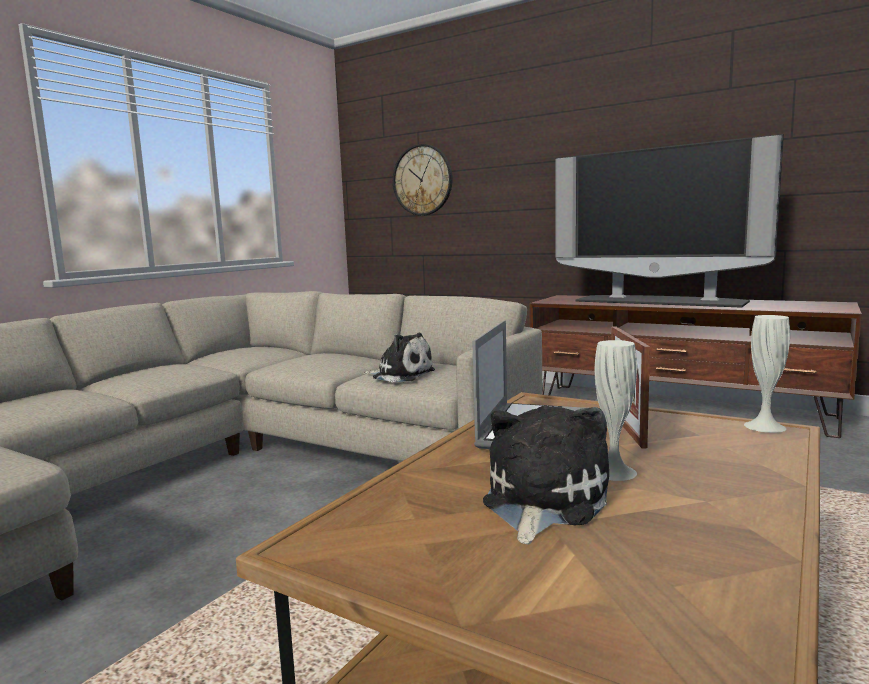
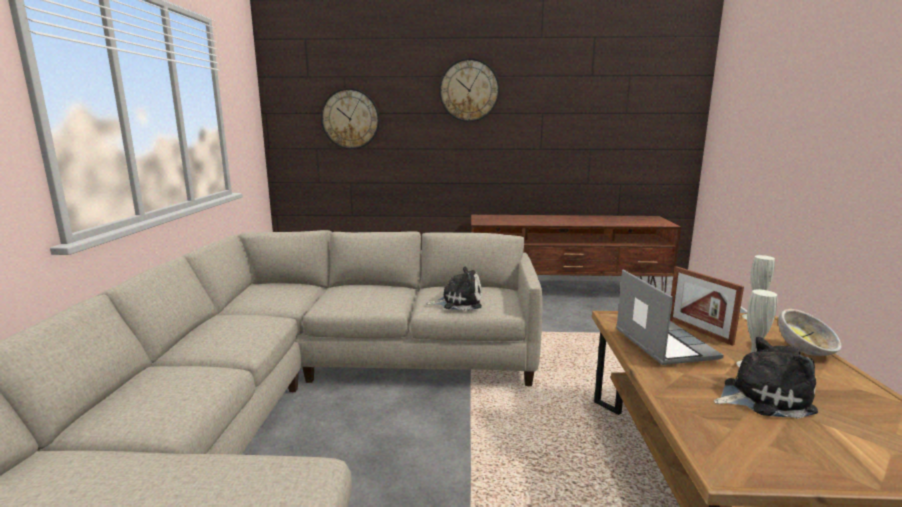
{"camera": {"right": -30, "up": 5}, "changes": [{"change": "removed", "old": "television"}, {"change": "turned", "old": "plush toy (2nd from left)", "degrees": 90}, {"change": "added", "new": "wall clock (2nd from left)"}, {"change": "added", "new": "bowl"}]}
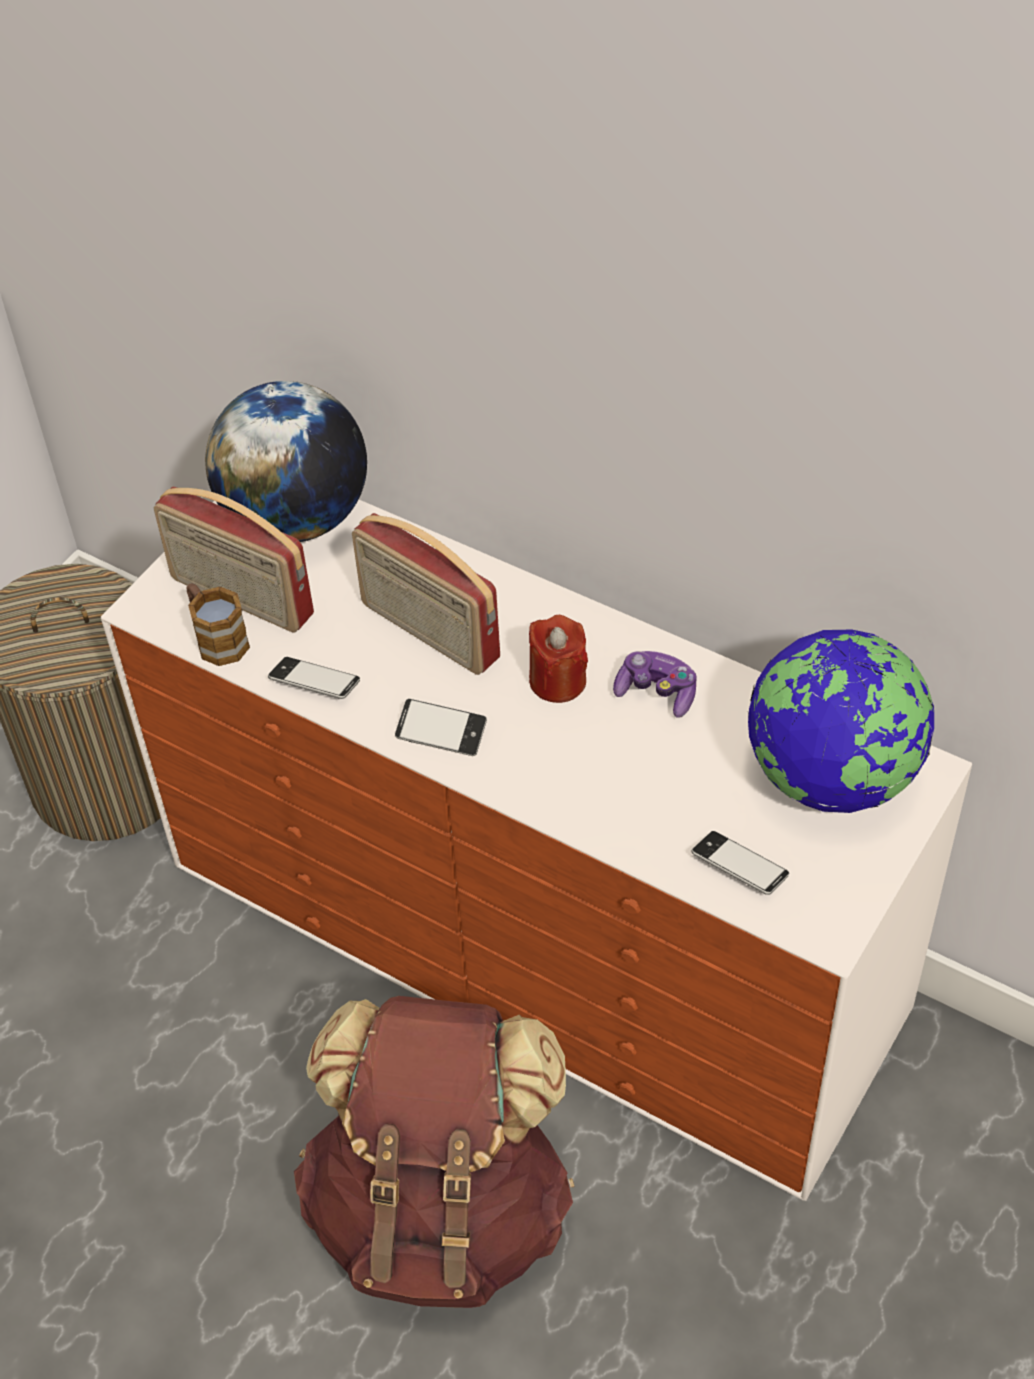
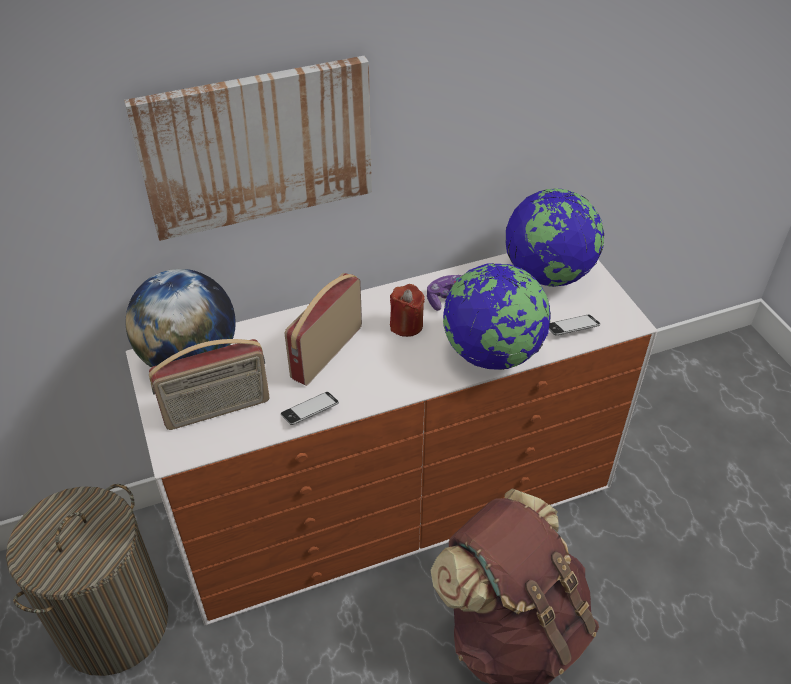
{"camera": {"right": -55, "up": -5}, "changes": [{"change": "turned", "old": "radio (2nd from left)", "degrees": 135}, {"change": "removed", "old": "mug"}, {"change": "removed", "old": "phone (2nd from left)"}, {"change": "added", "new": "picture"}, {"change": "added", "new": "globe (2nd from left)"}]}
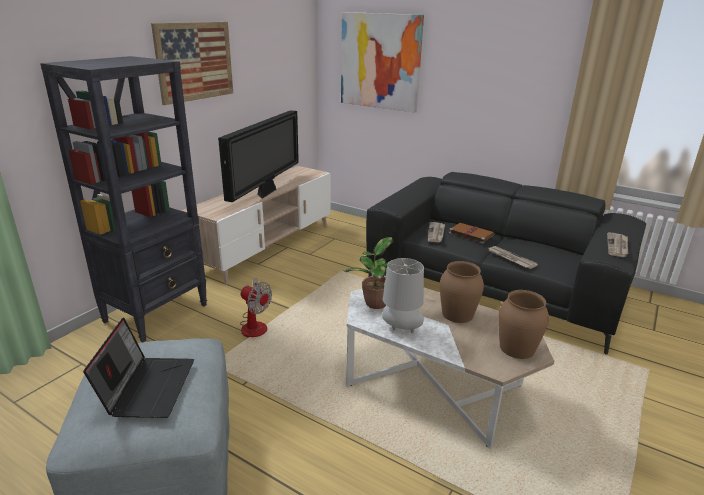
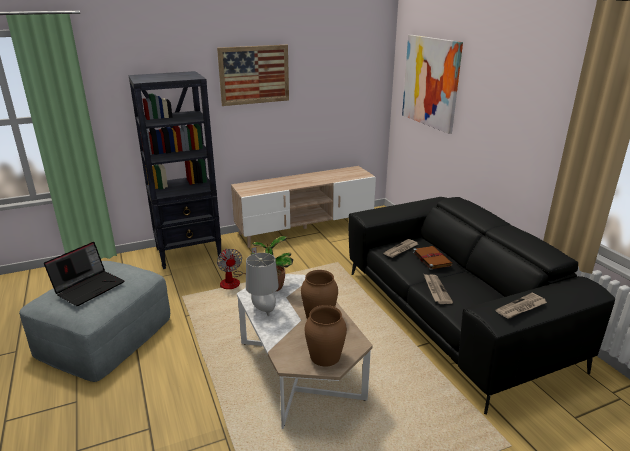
{"camera": {"right": 35, "up": 0}, "changes": [{"change": "removed", "old": "television"}]}
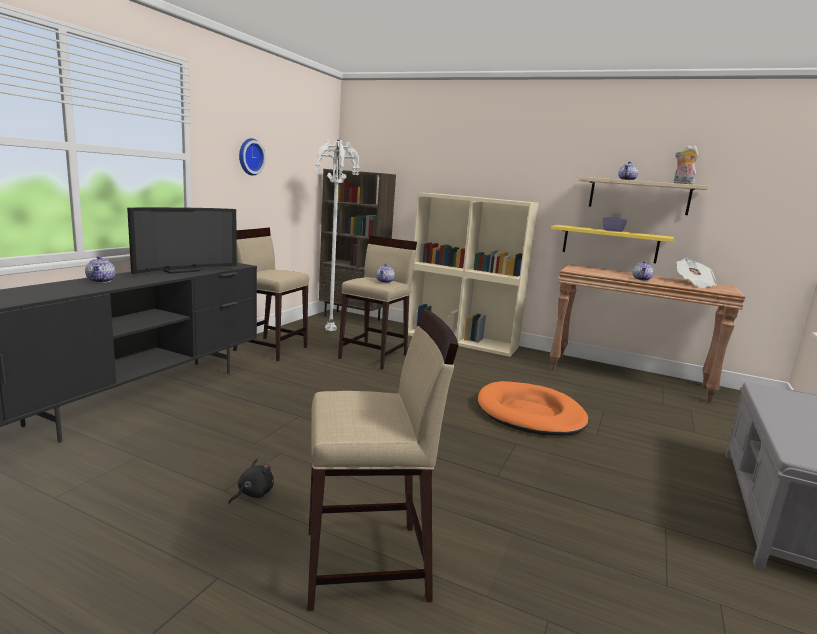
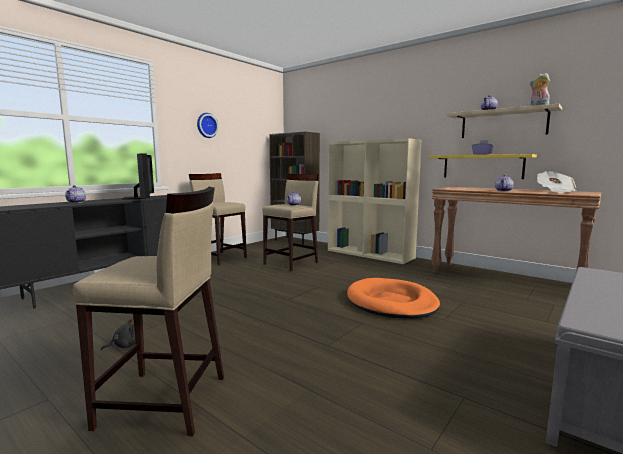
{"camera": {"right": 15, "up": -5}, "changes": [{"change": "removed", "old": "white floor lamp"}, {"change": "turned", "old": "television", "degrees": -75}]}
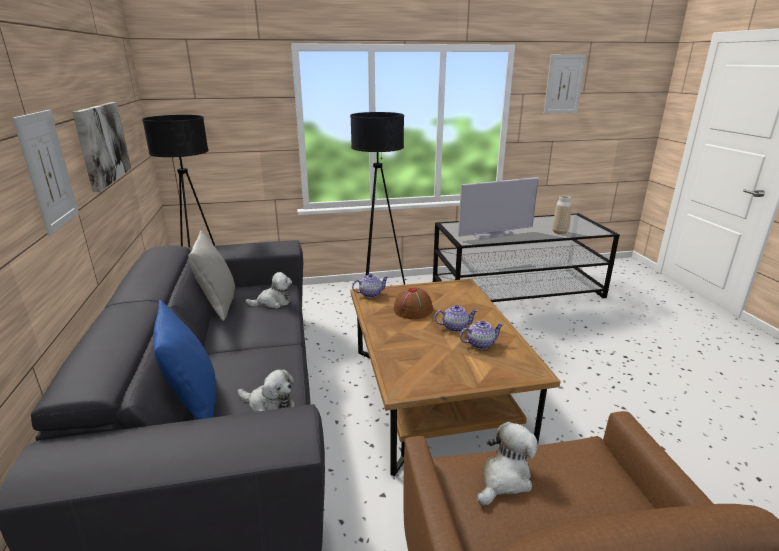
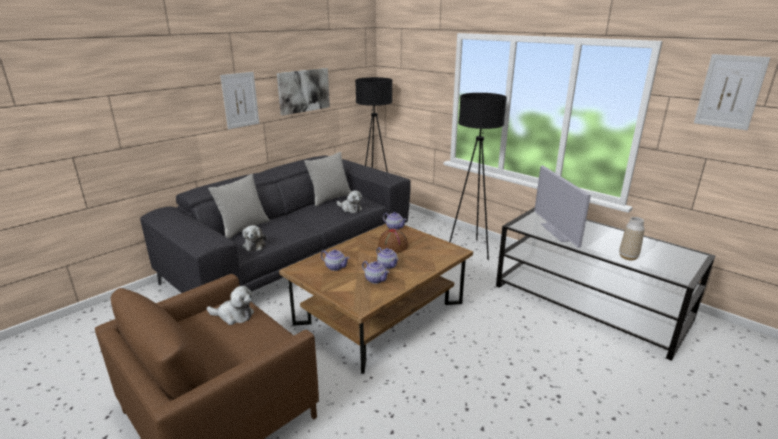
{"camera": {"right": 55, "up": 0}, "changes": [{"change": "turned", "old": "television", "degrees": 45}, {"change": "recoloured", "old": "blue pillow", "new": "grey pillow (1st from left)"}, {"change": "added", "new": "teapot (1st from left)"}]}
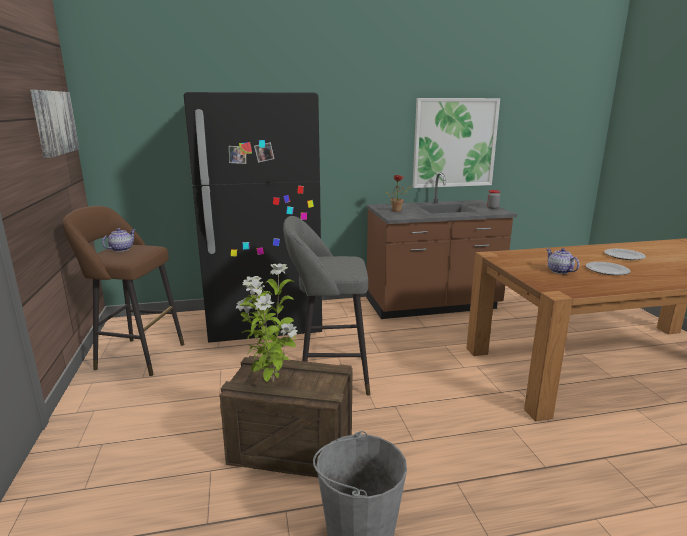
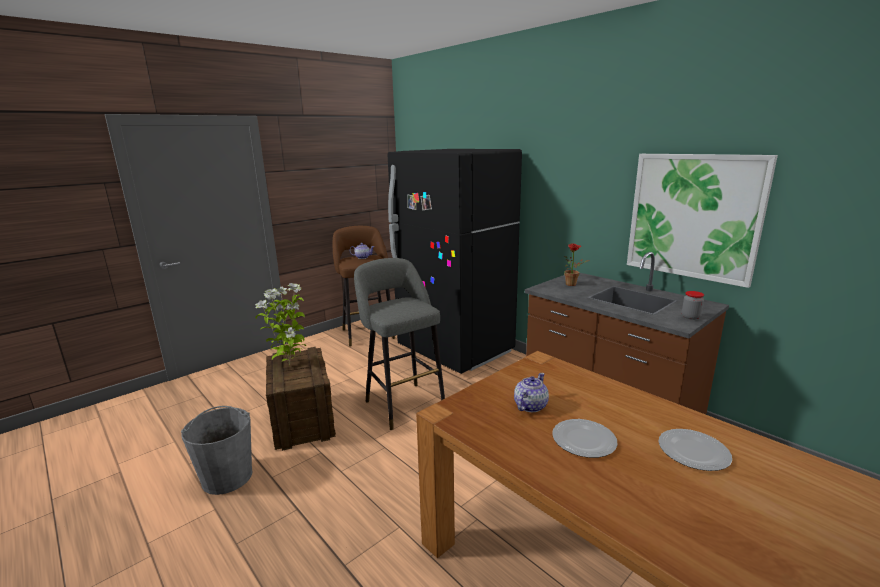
{"camera": {"right": 60, "up": 0}, "changes": [{"change": "removed", "old": "picture (1st from left)"}]}
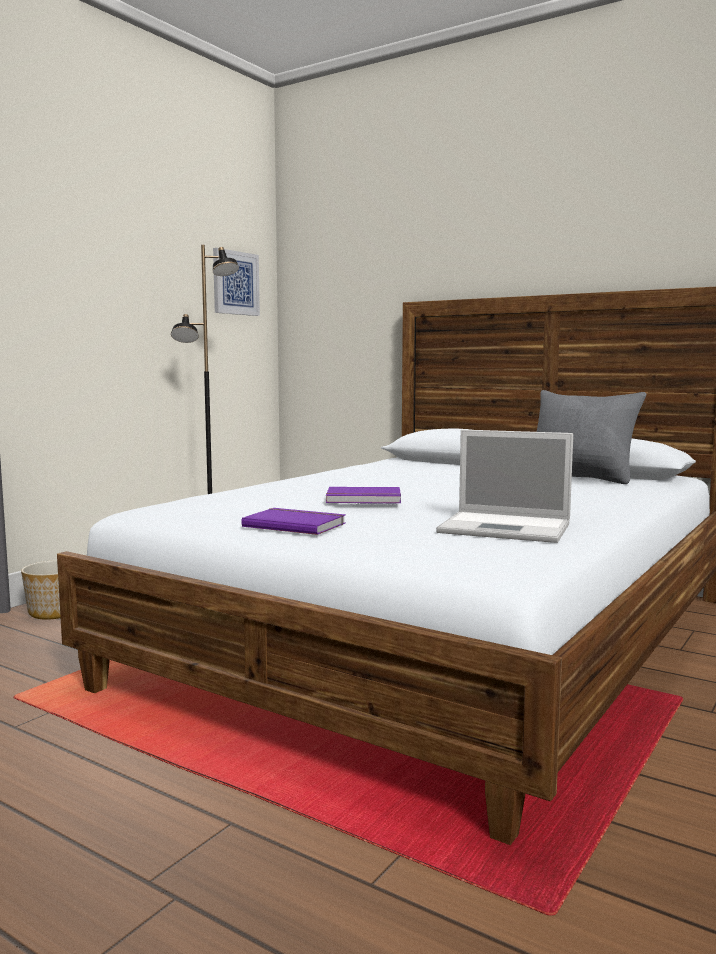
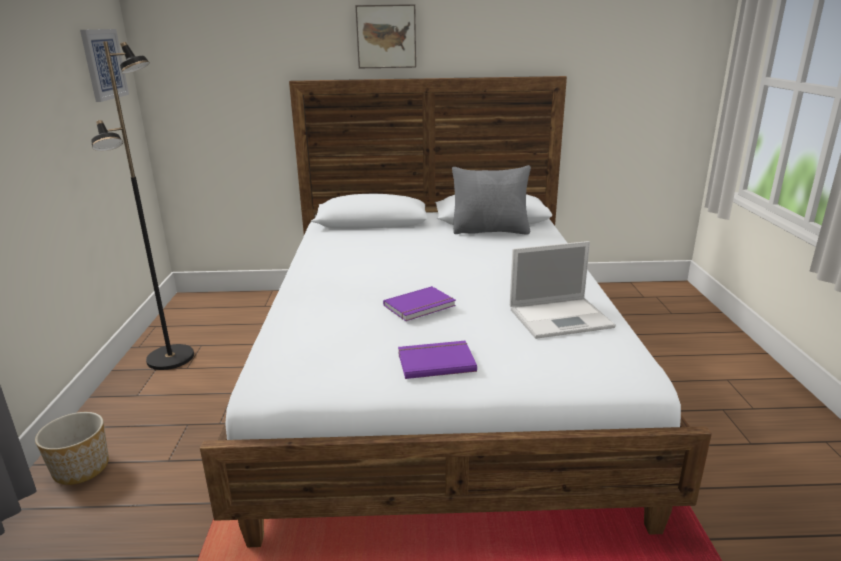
{"camera": {"right": -35, "up": 15}, "changes": [{"change": "added", "new": "picture (2nd from left)"}]}
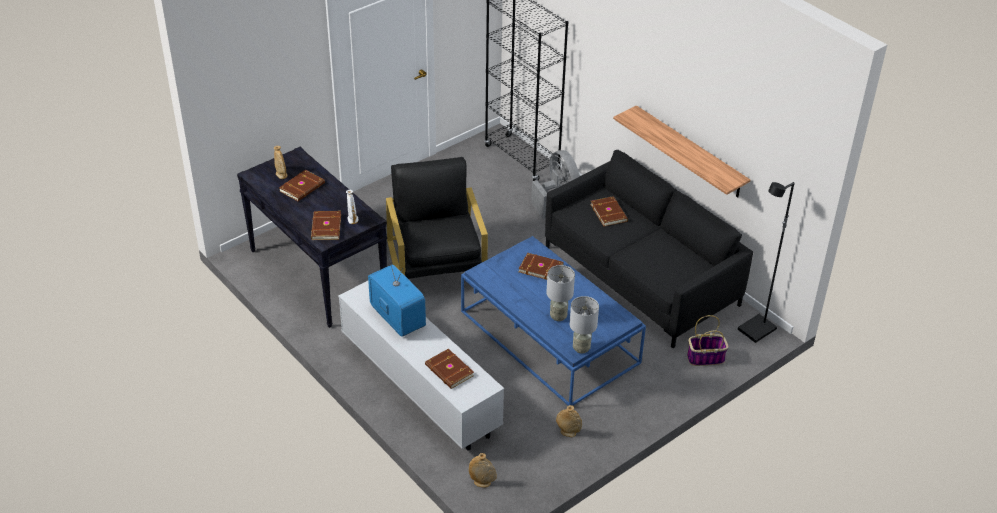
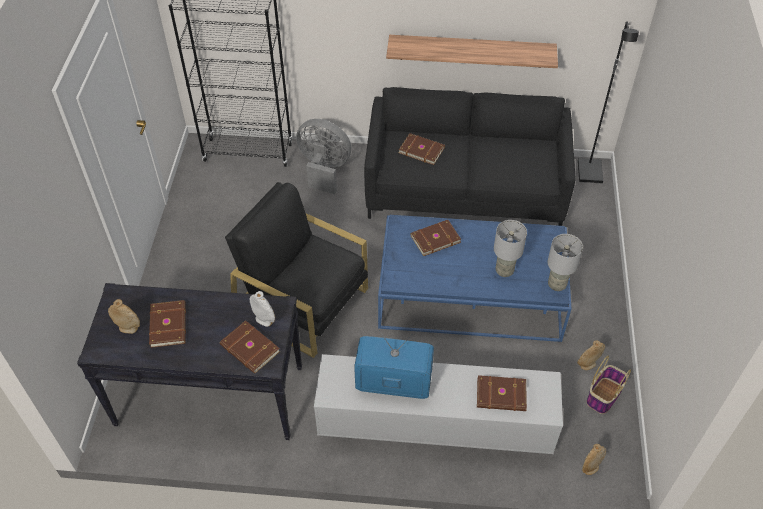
{"camera": {"right": -45, "up": 10}, "changes": [{"change": "moved", "old": "basket"}]}
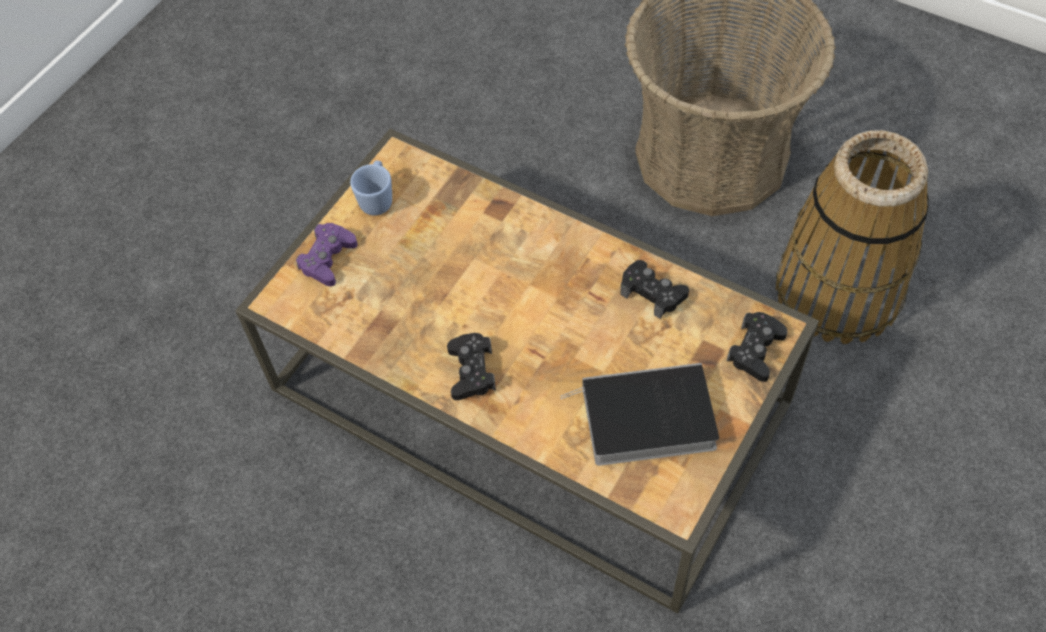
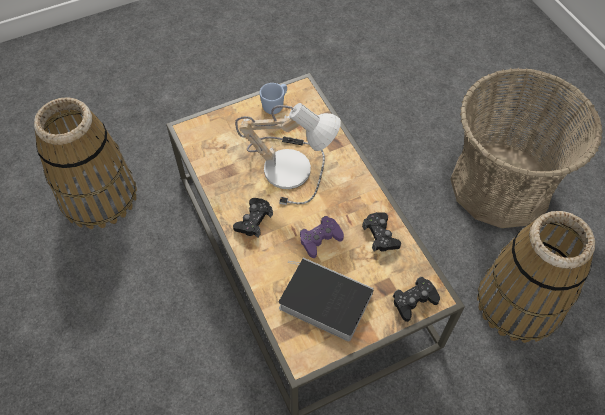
{"camera": {"right": 30, "up": 0}, "changes": [{"change": "moved", "old": "purple game controller"}, {"change": "added", "new": "basket (1st from left)"}, {"change": "added", "new": "table lamp"}]}
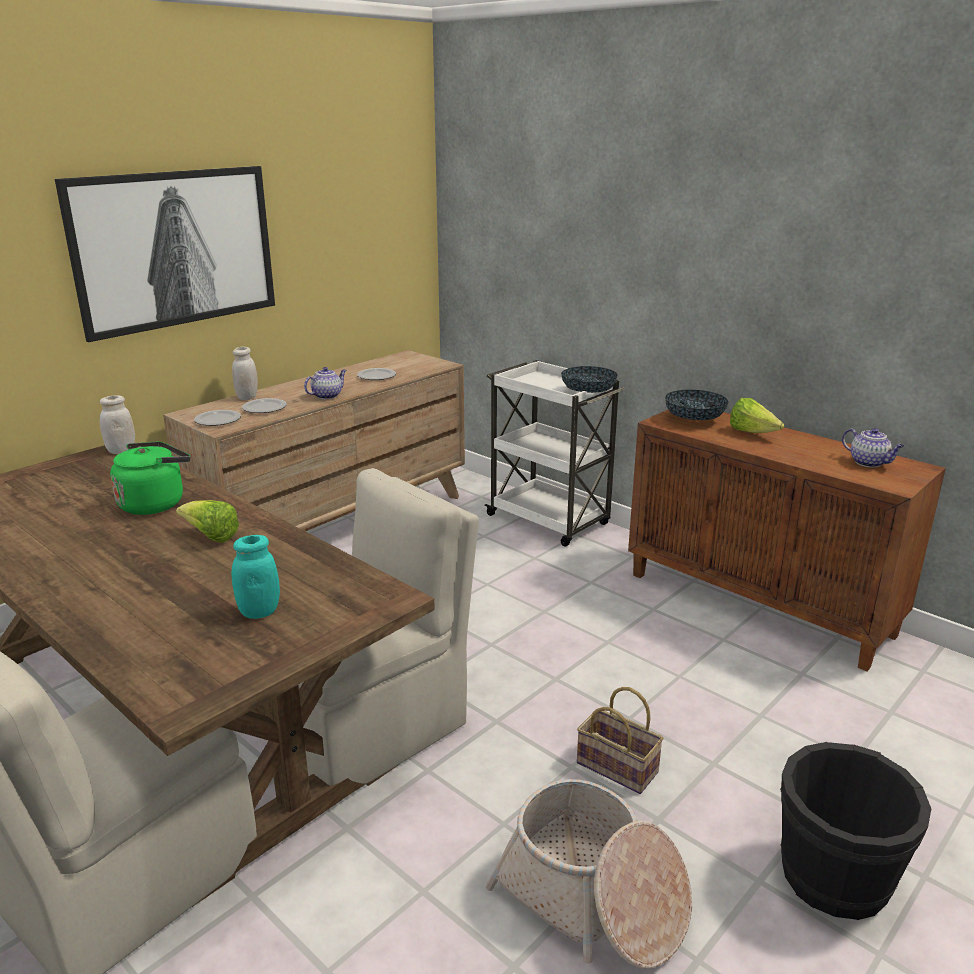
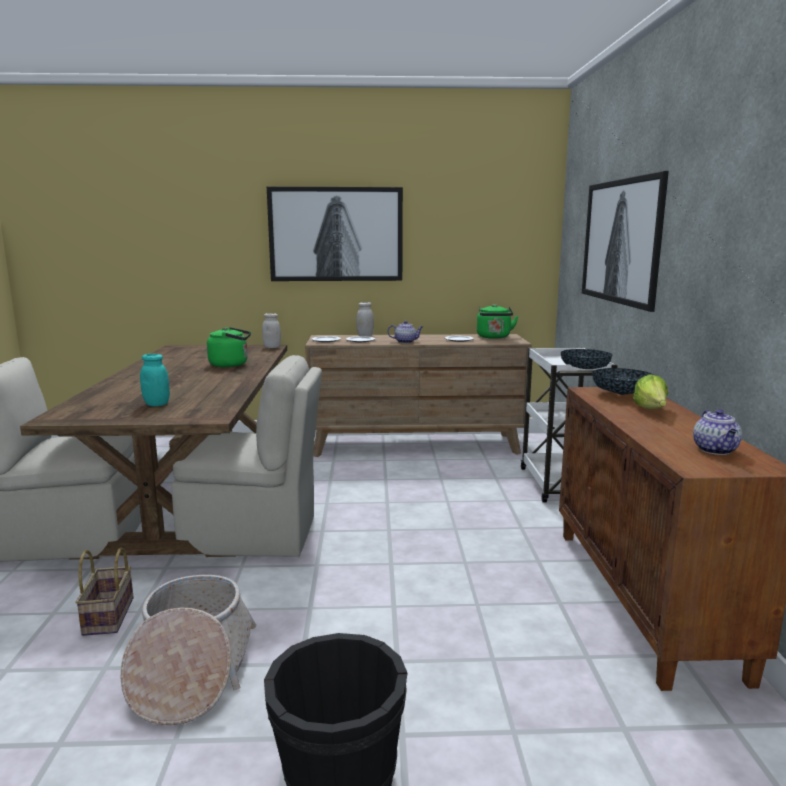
{"camera": {"right": 45, "up": -10}, "changes": [{"change": "removed", "old": "lettuce (1st from left)"}, {"change": "moved", "old": "basket (2nd from left in the first image)", "new": "basket (1st from left)"}, {"change": "added", "new": "picture (2nd from left)"}, {"change": "added", "new": "green kettle (2nd from left)"}]}
